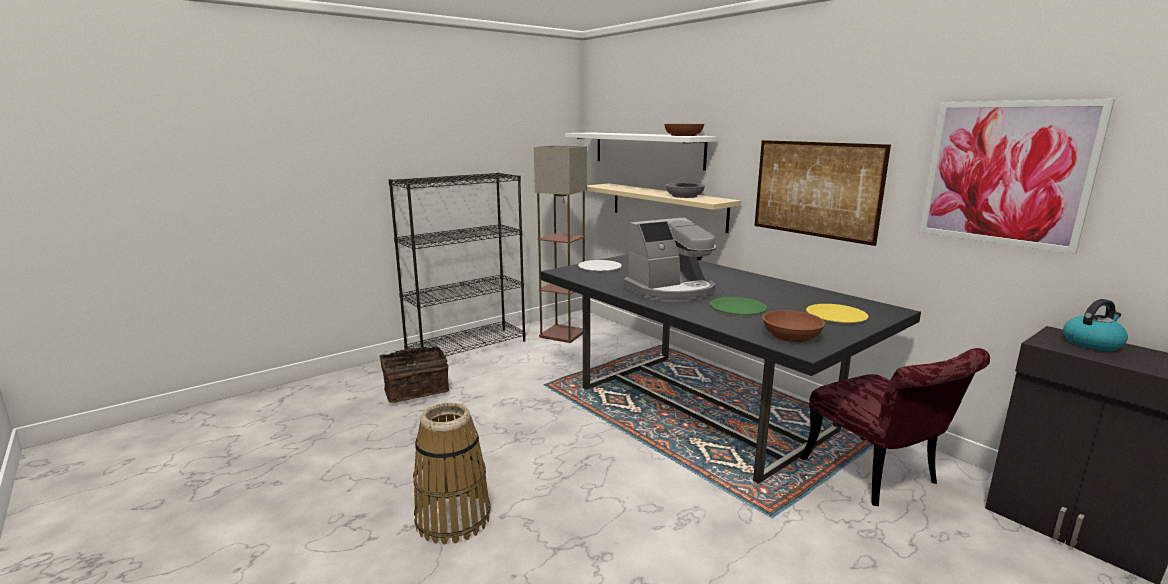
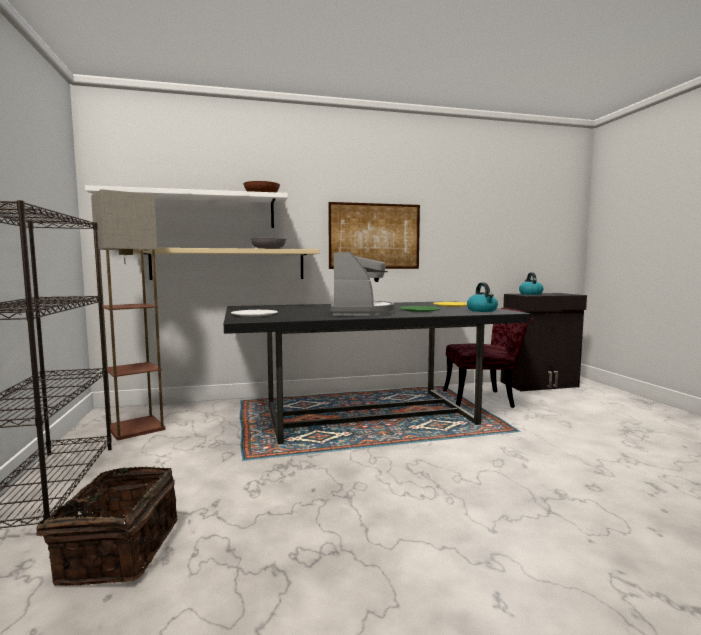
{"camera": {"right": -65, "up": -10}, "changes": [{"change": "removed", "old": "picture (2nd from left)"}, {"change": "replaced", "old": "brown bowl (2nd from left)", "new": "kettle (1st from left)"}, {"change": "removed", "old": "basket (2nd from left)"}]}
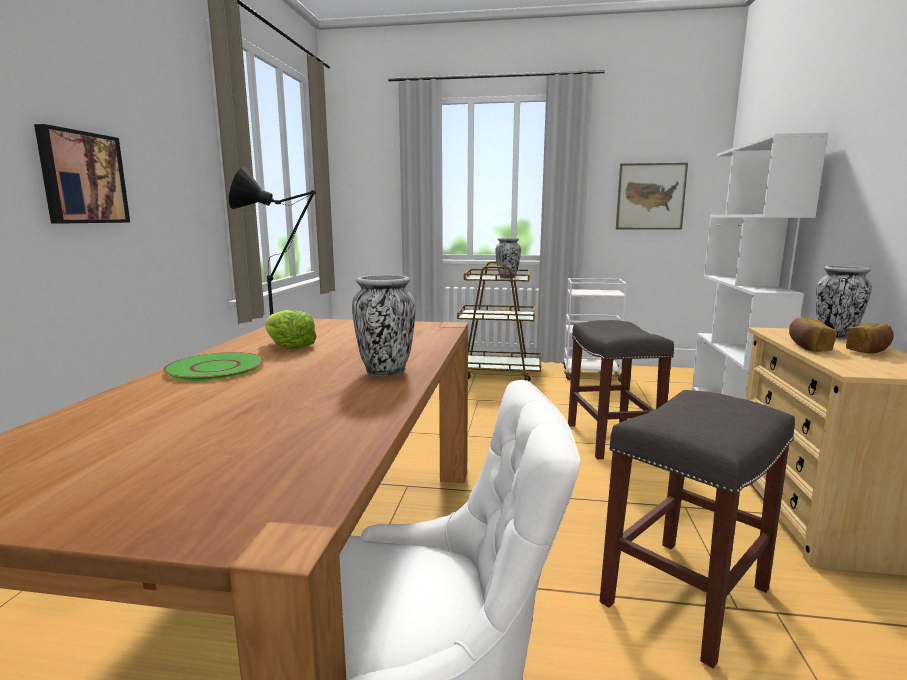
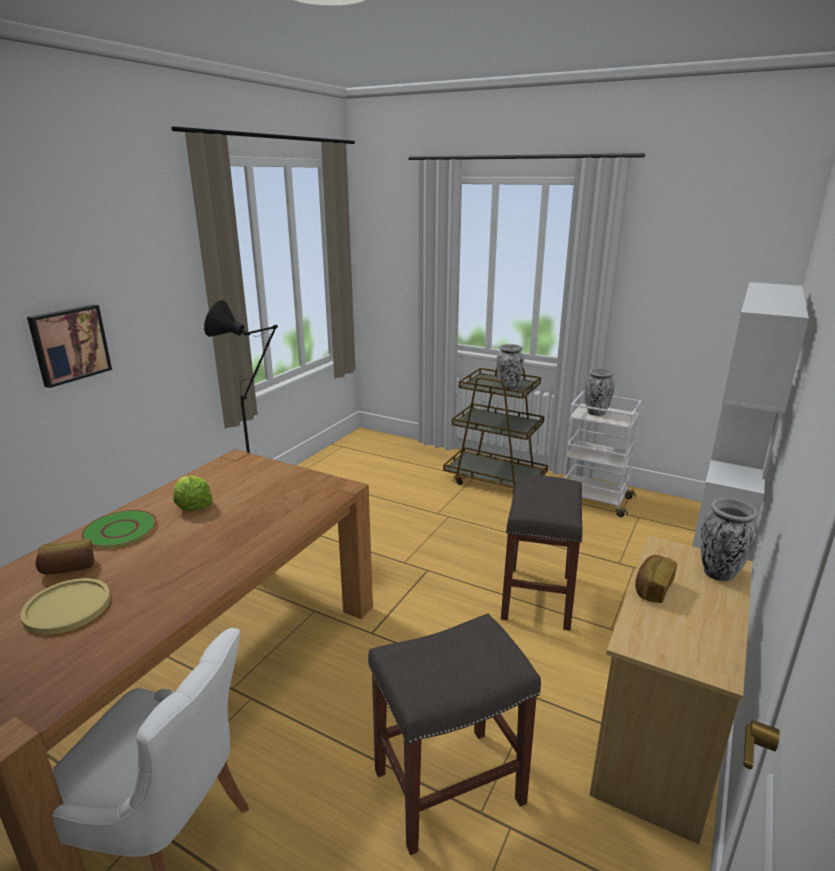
{"camera": {"right": 20, "up": 10}, "changes": [{"change": "removed", "old": "picture (2nd from left)"}, {"change": "moved", "old": "vase (1st from left in the first image)", "new": "vase (2nd from left)"}, {"change": "moved", "old": "bread (2nd from left in the first image)", "new": "bread (1st from left)"}, {"change": "added", "new": "yellow plate"}]}
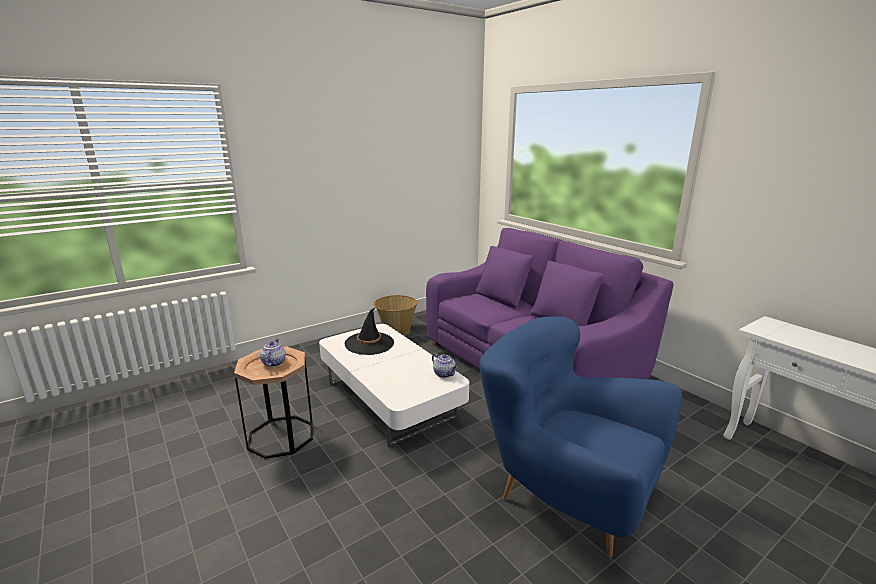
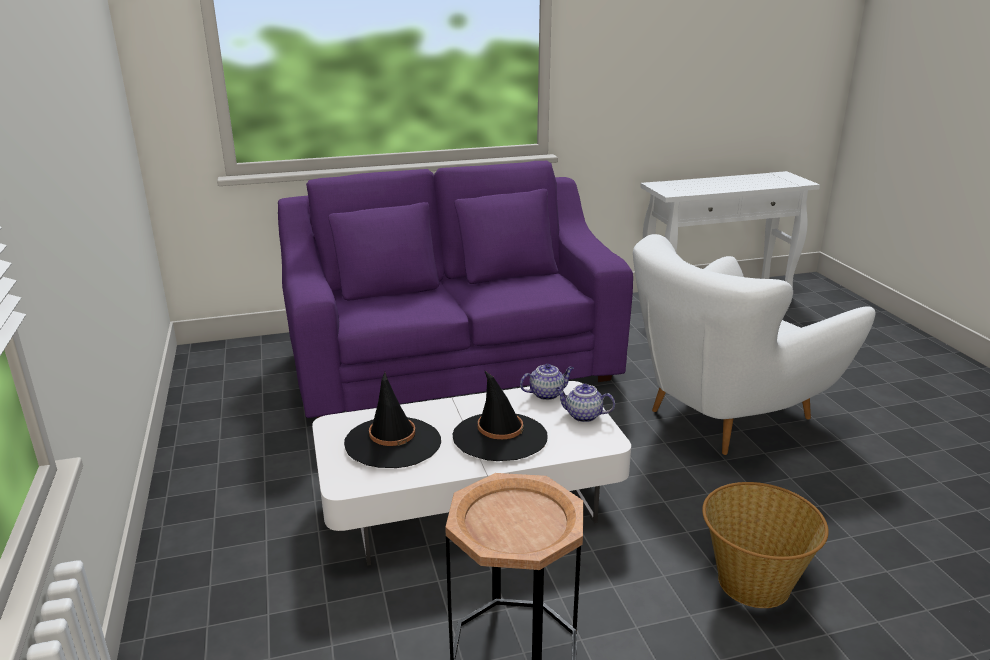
{"camera": {"right": -70, "up": 5}, "changes": [{"change": "moved", "old": "basket"}, {"change": "recoloured", "old": "blue armchair", "new": "white armchair"}, {"change": "moved", "old": "teapot (1st from left in the first image)", "new": "teapot (2nd from left)"}, {"change": "added", "new": "black hat (2nd from left)"}]}
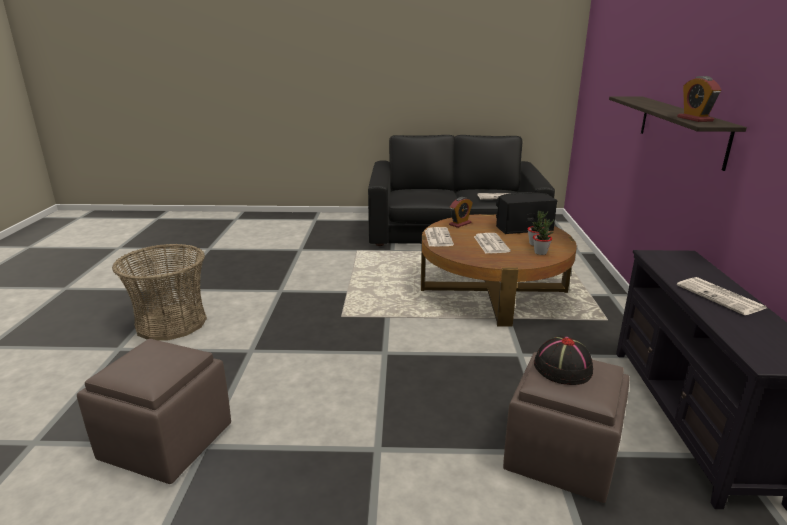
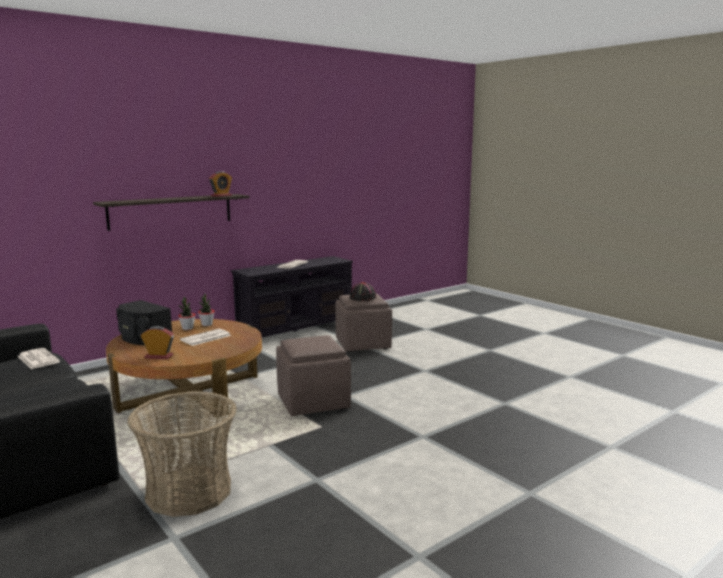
{"camera": {"right": -130, "up": -10}, "changes": [{"change": "removed", "old": "newspaper (1st from left)"}, {"change": "moved", "old": "basket"}, {"change": "moved", "old": "brown ottoman (1st from left)"}]}
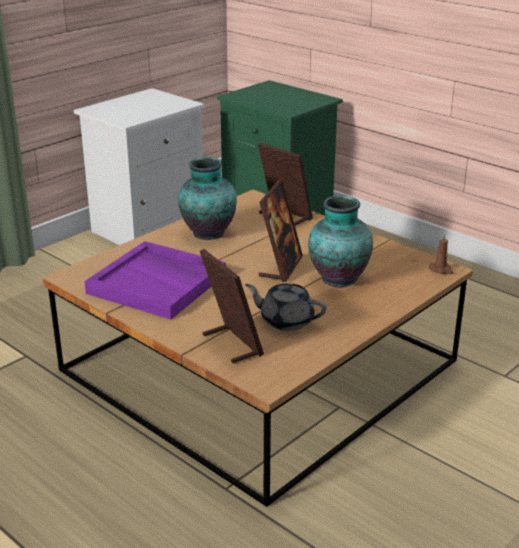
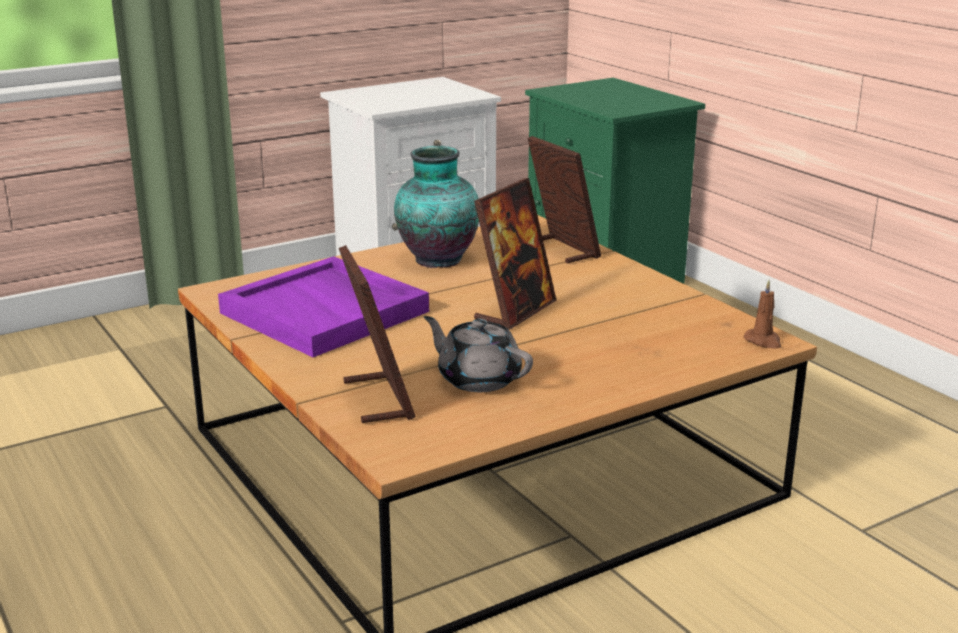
{"camera": {"right": 15, "up": -5}, "changes": [{"change": "removed", "old": "vase (2nd from left)"}]}
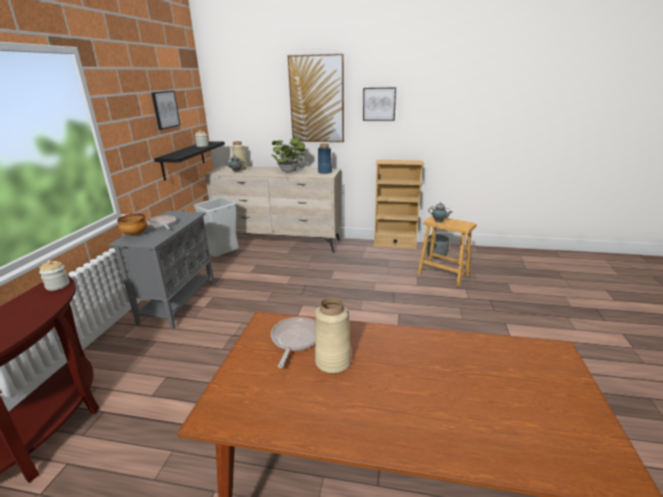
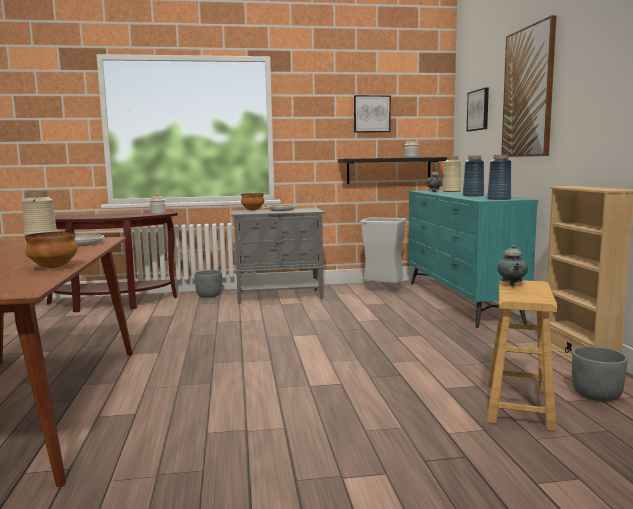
{"camera": {"right": 70, "up": -15}, "changes": [{"change": "moved", "old": "picture (3rd from left in the first image)", "new": "picture (2nd from left)"}, {"change": "replaced", "old": "potted plant", "new": "blue vase (1st from left)"}, {"change": "recoloured", "old": "beige dresser", "new": "turquoise dresser"}, {"change": "added", "new": "bowl (1st from left)"}, {"change": "added", "new": "grey planter (1st from left)"}]}
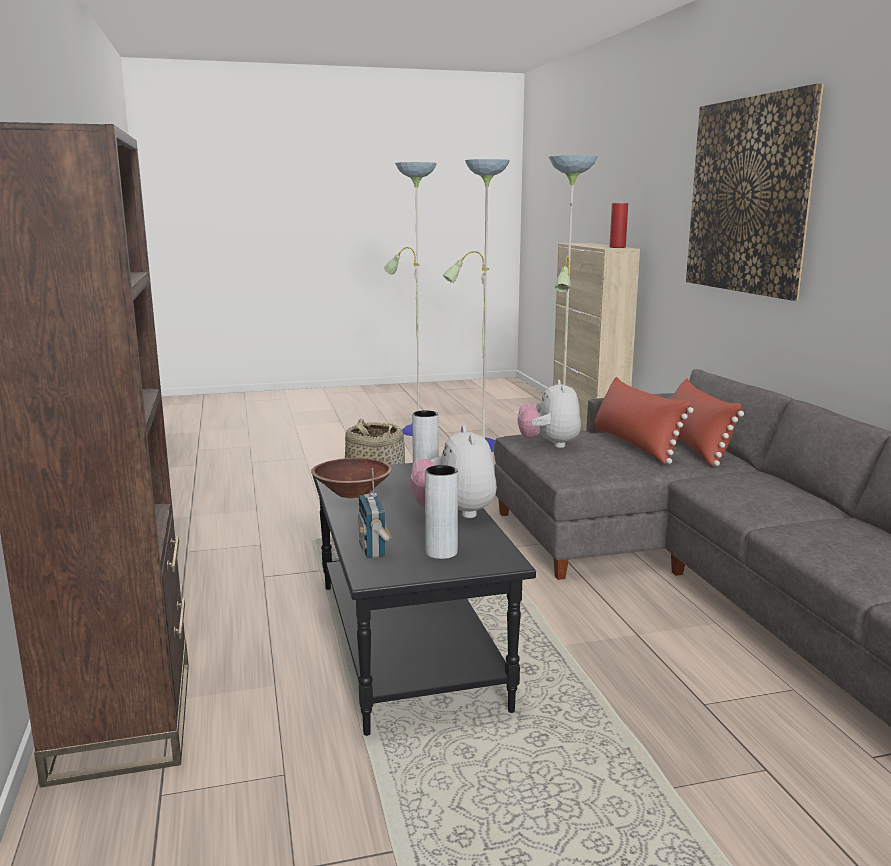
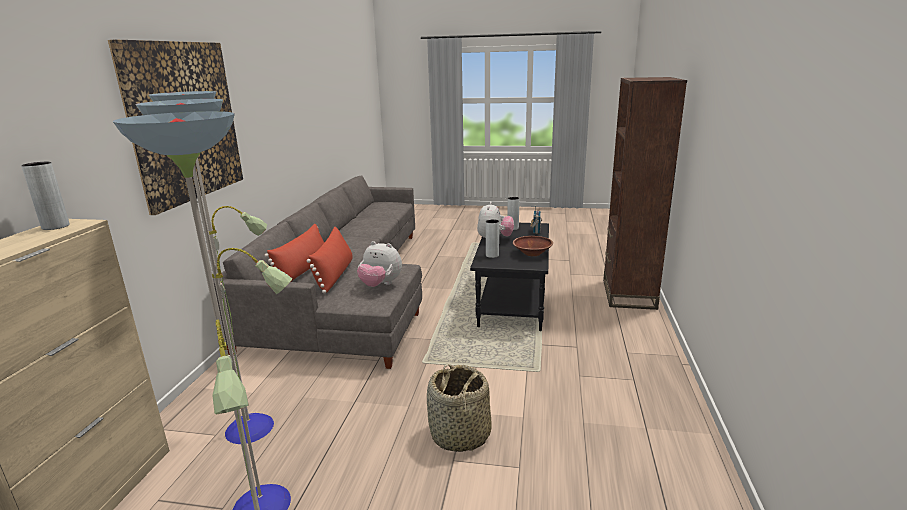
{"camera": {"right": -155, "up": 5}, "changes": [{"change": "recoloured", "old": "red vase", "new": "grey vase (1st from left)"}, {"change": "turned", "old": "plush toy (2nd from left in the first image)", "degrees": 90}]}
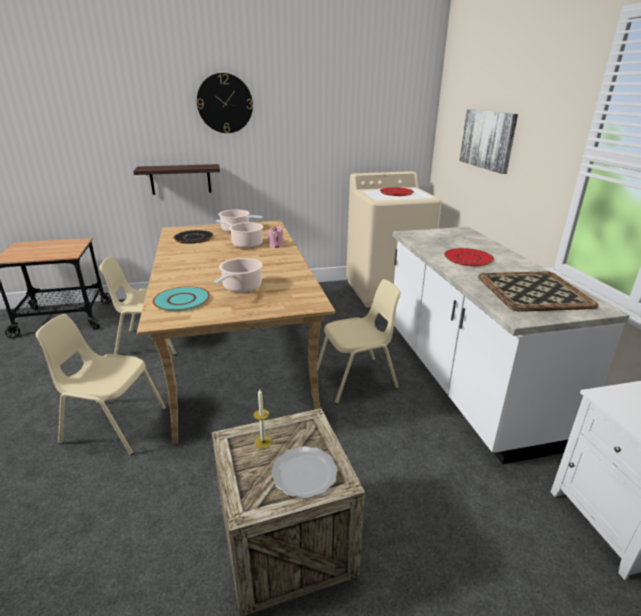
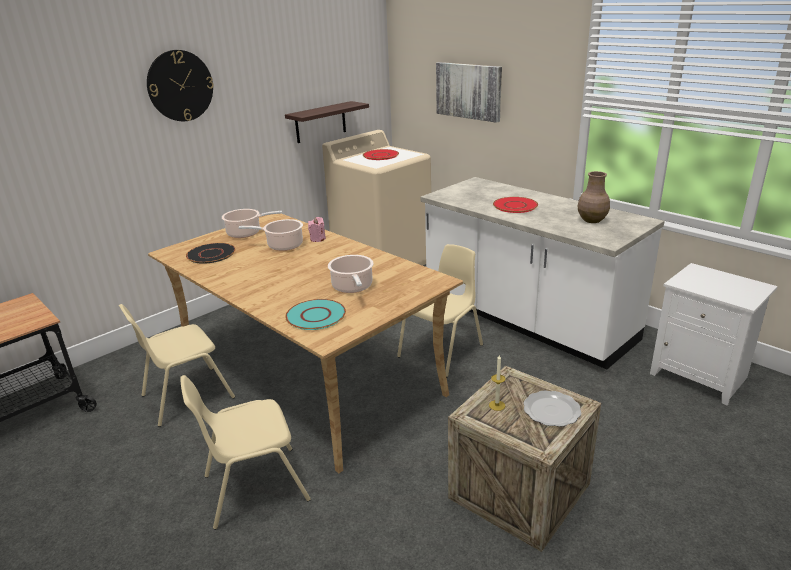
{"camera": {"right": -30, "up": 0}, "changes": [{"change": "moved", "old": "shelf"}, {"change": "replaced", "old": "tray", "new": "brown vase"}]}
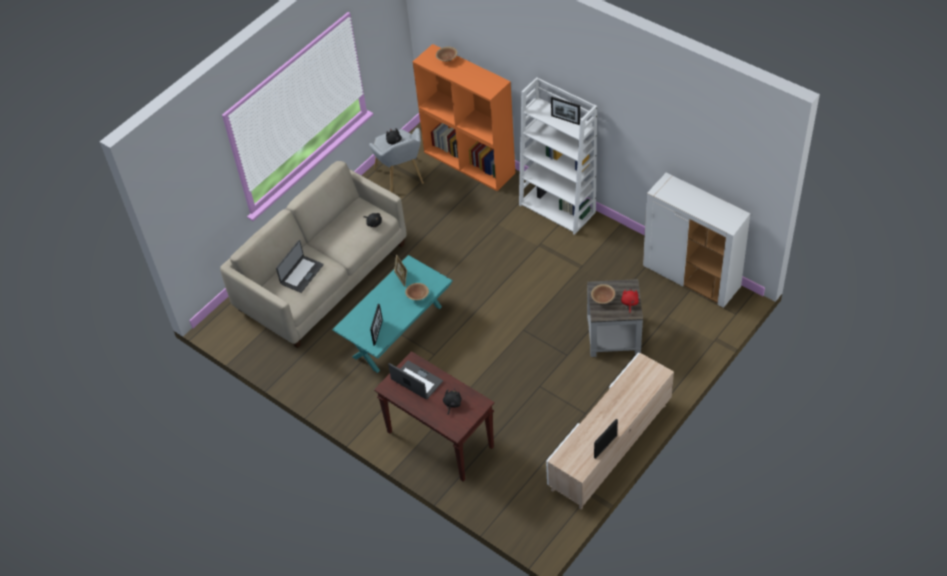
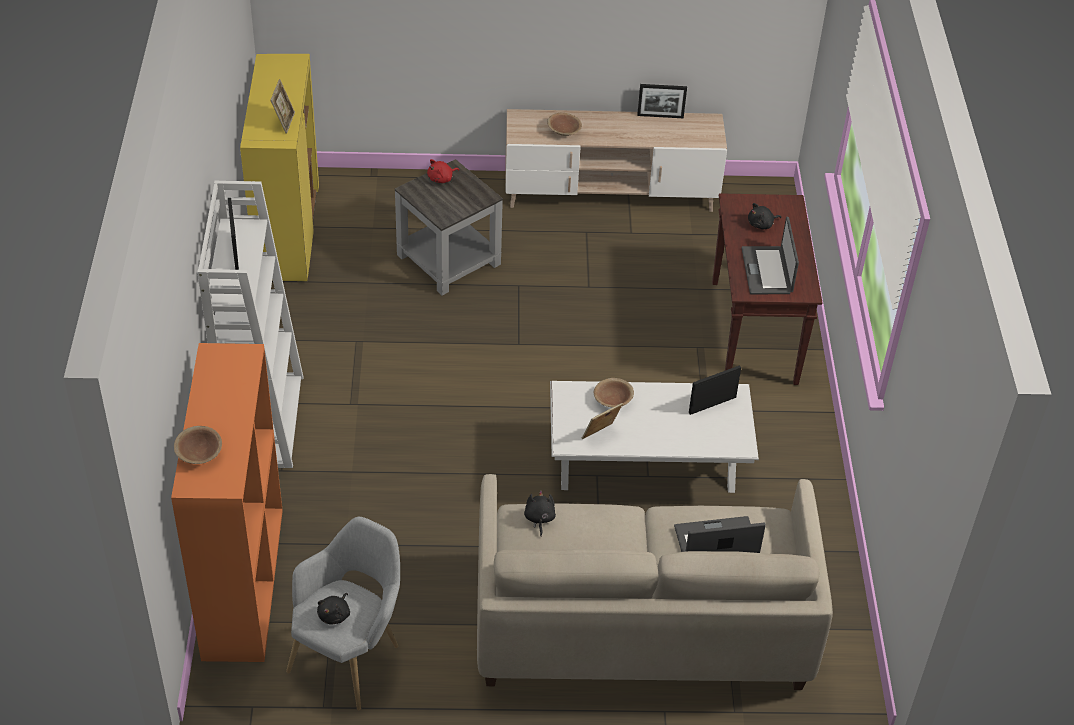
{"camera": {"right": -135, "up": -5}, "changes": [{"change": "recoloured", "old": "white cabinet", "new": "yellow cabinet"}, {"change": "recoloured", "old": "turquoise coffee table", "new": "white coffee table"}, {"change": "moved", "old": "brown bowl (3rd from left in the first image)", "new": "brown bowl (2nd from left)"}, {"change": "added", "new": "picture frame (2nd from left)"}]}
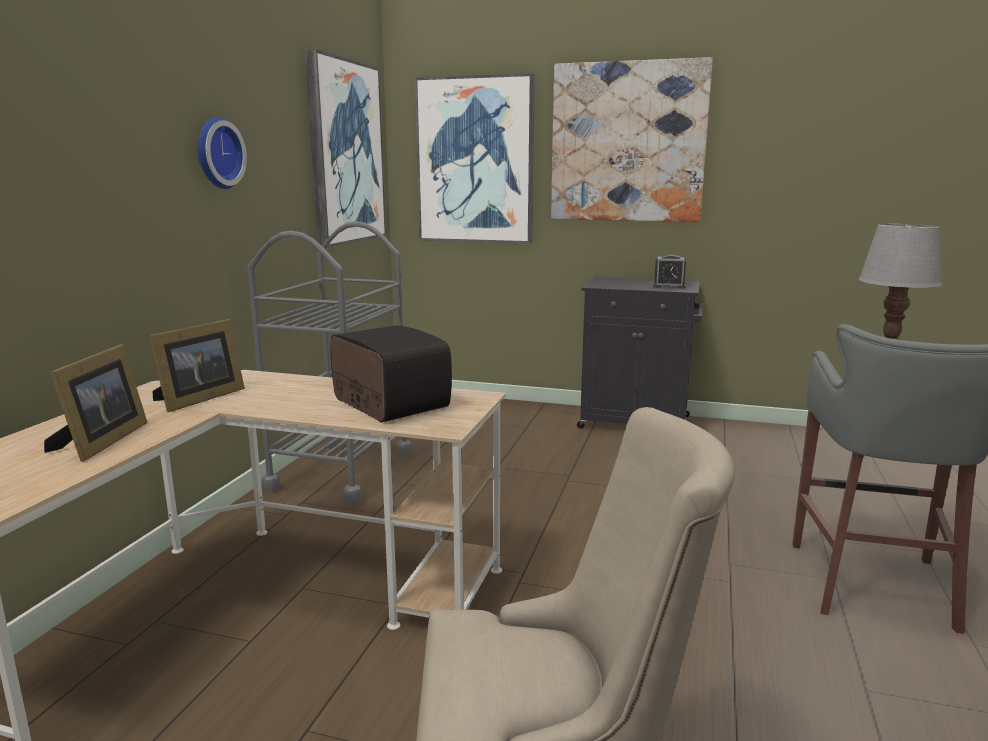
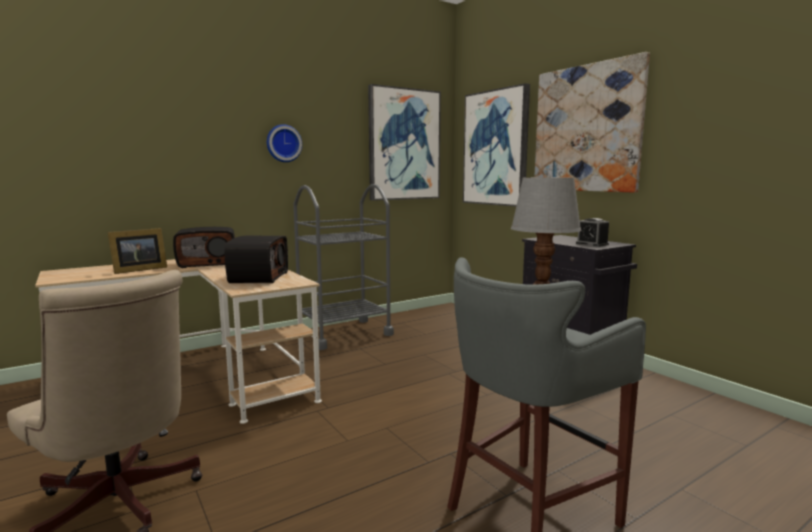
{"camera": {"right": 40, "up": -5}, "changes": [{"change": "replaced", "old": "picture frame (2nd from left)", "new": "radio (1st from left)"}]}
